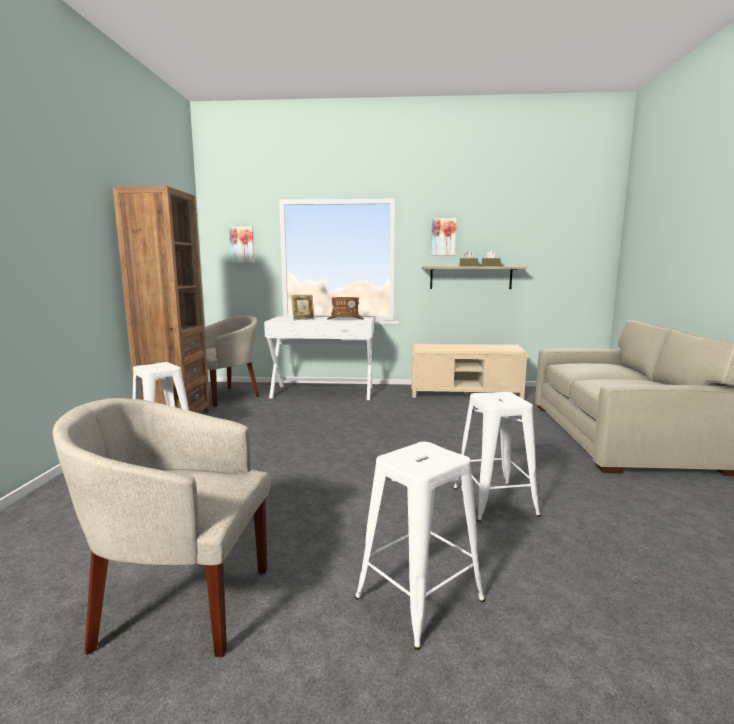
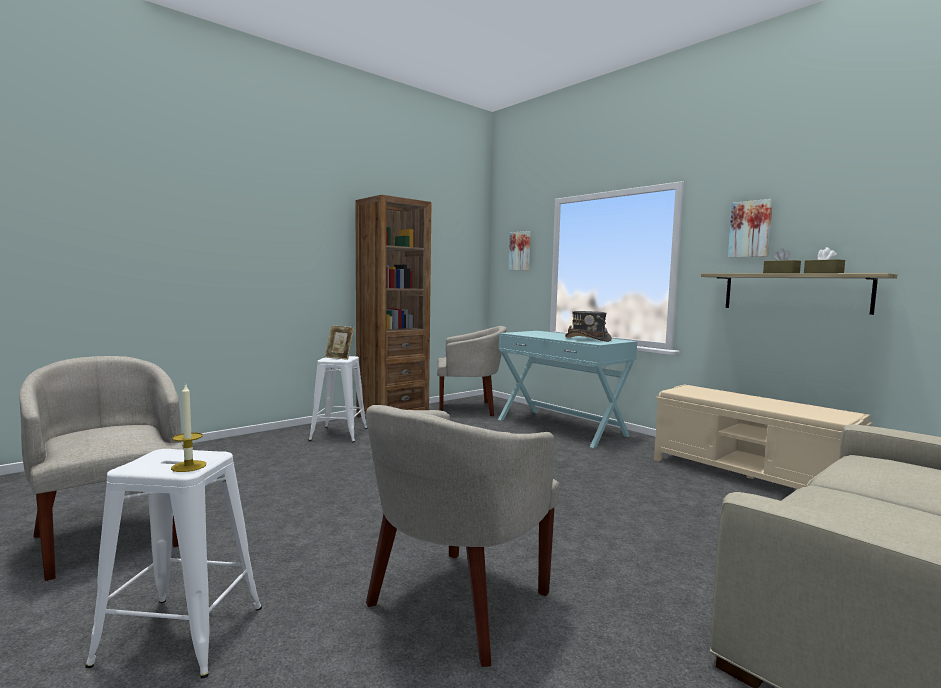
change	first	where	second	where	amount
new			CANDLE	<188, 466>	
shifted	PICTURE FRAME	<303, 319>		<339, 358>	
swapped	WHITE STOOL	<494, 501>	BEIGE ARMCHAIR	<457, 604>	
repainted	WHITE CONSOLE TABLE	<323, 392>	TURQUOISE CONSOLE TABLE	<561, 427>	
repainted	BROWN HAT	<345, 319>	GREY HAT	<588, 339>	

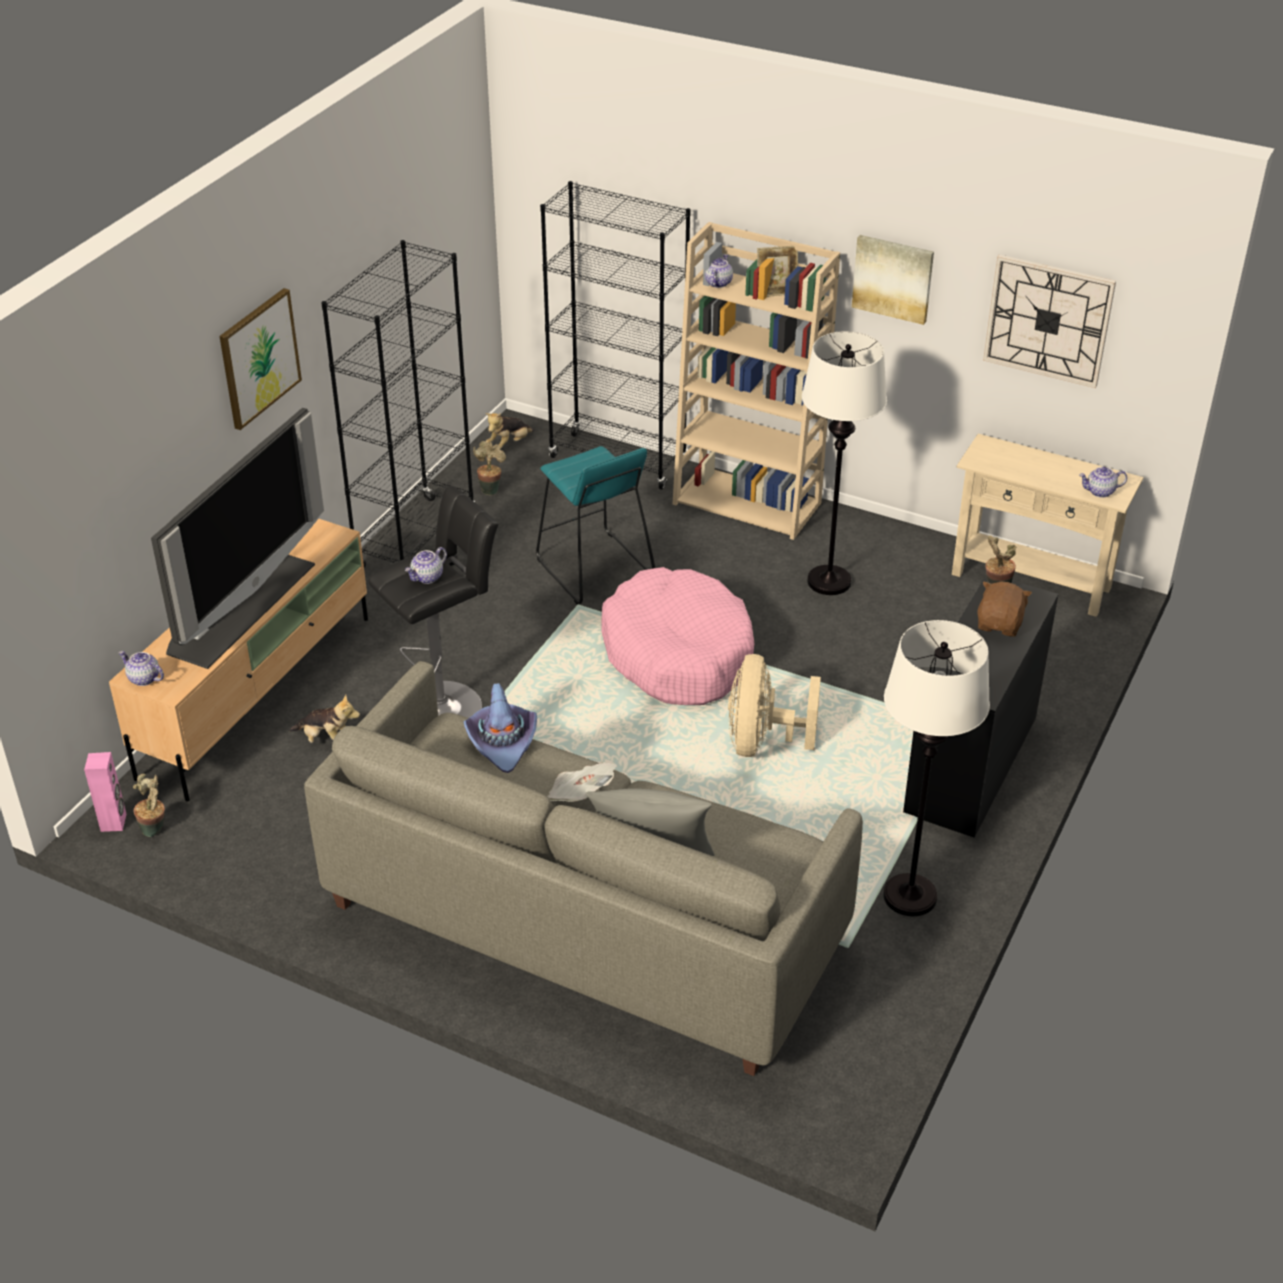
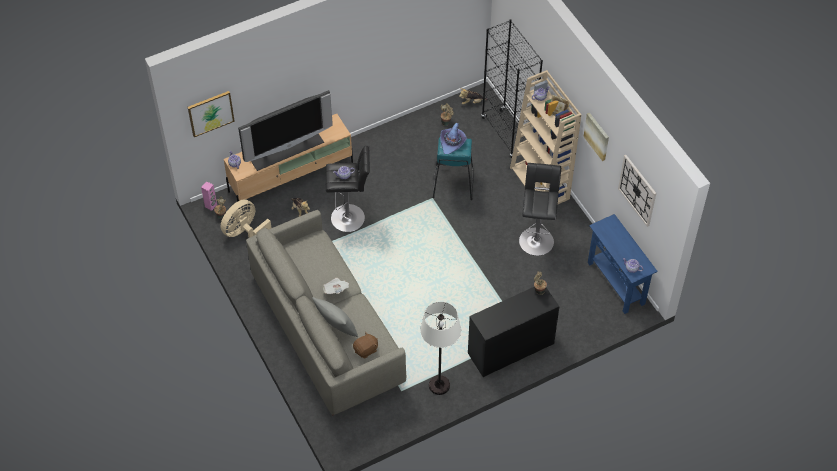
change	first	where	second	where	amount
shifted	PICTURE	<259, 358>		<210, 113>	
shifted	BEIGE FAN	<762, 742>		<245, 232>	
shifted	BROWN PLUSH TOY	<1000, 624>		<366, 350>	
shifted	PURPLE HAT	<502, 741>		<452, 143>	
swapped	WHITE FLOOR LAMP	<829, 581>	BLACK STOOL	<536, 239>	
repainted	BEIGE CONSOLE TABLE	<1031, 581>	BLUE CONSOLE TABLE	<616, 283>	
gone	BLACK BOOKCASE	<415, 539>			
gone	PINK DOG BED	<678, 654>			

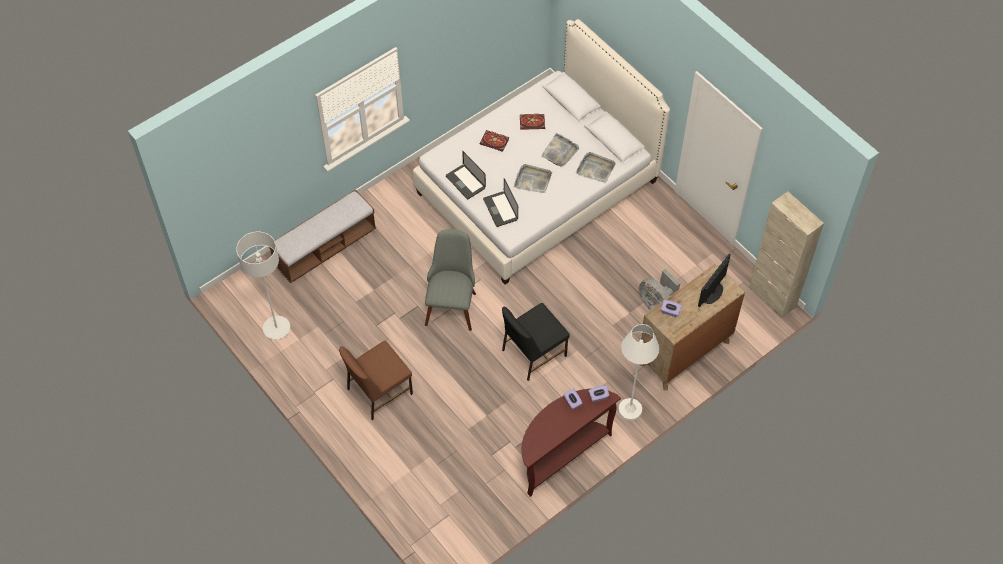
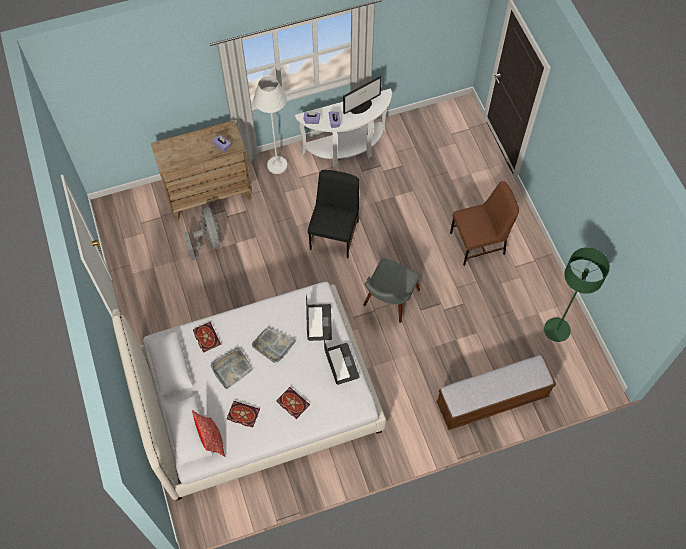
change	first	where	second	where	amount
new			PILLOW	<211, 439>	
swapped	GREY TRAY	<595, 168>	BOOK	<206, 337>	
repainted	BROWN CONSOLE TABLE	<561, 454>	WHITE CONSOLE TABLE	<347, 149>	
rotated	BLACK CHAIR	<533, 353>		<335, 234>	60 degrees counterclockwise
shifted	MONITOR	<712, 293>		<361, 106>	
repainted	GREY FLOOR LAMP	<276, 328>	GREEN FLOOR LAMP	<556, 330>	
gone	BEIGE CABINET	<772, 297>			

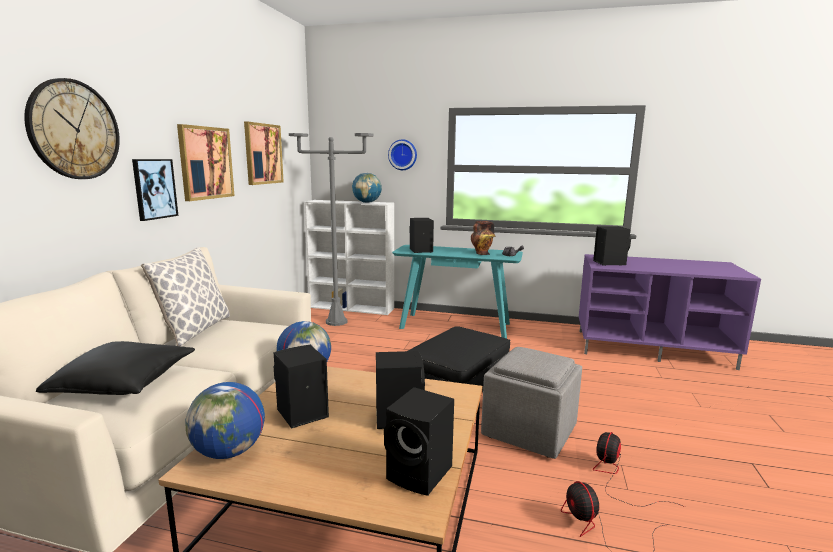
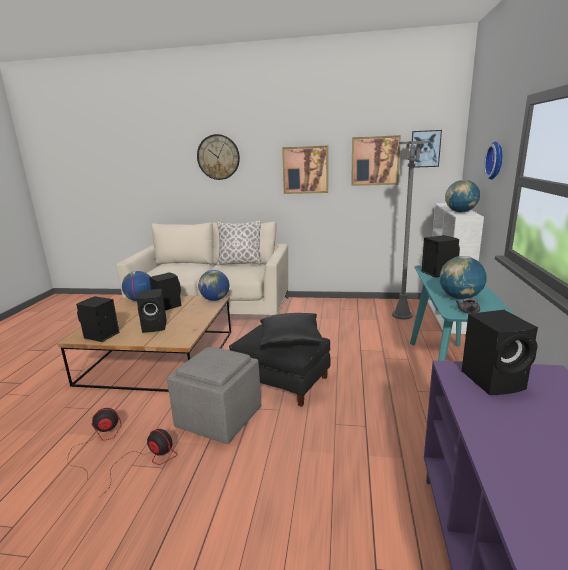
change	first	where	second	where	amount
shifted	BLACK PILLOW	<124, 383>		<290, 339>	
shifted	PICTURE	<154, 189>		<425, 149>	
swapped	VASE	<482, 253>	GLOBE	<460, 297>	

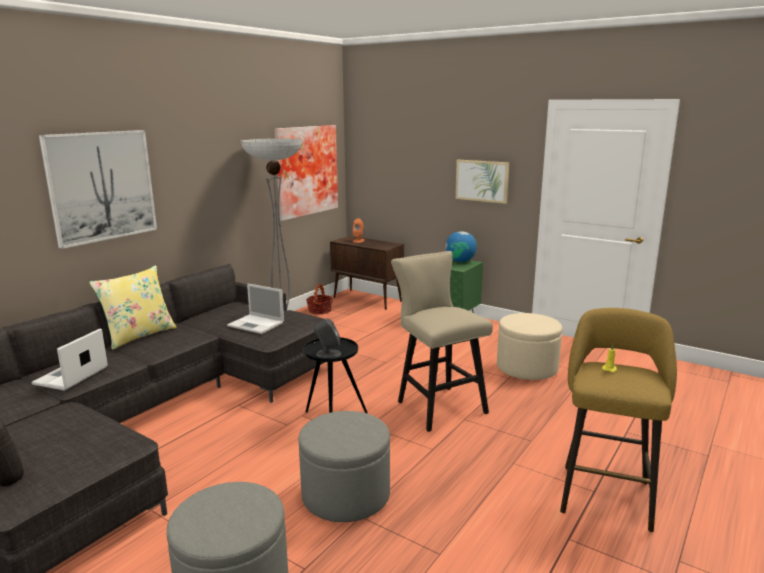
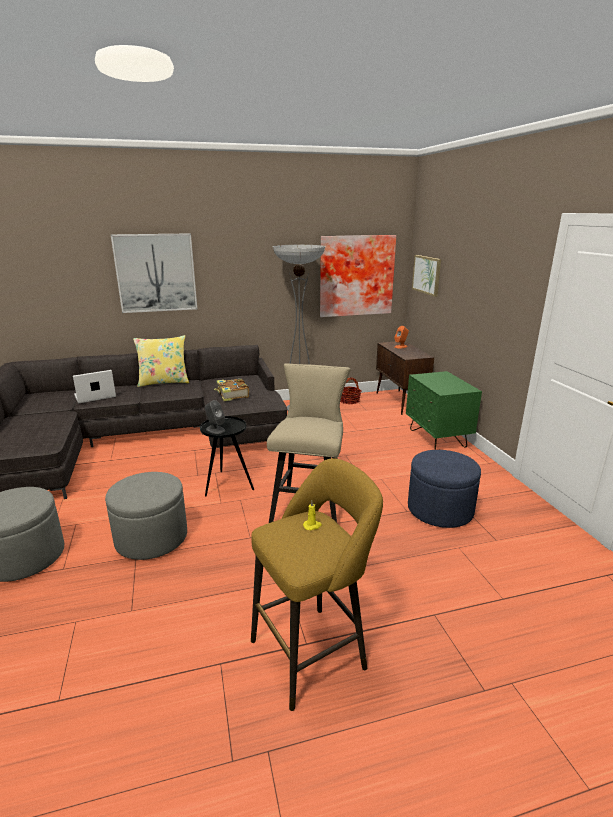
change	first	where	second	where	amount
swapped	LAPTOP	<257, 324>	BOOK	<232, 395>	
repainted	BEIGE OTTOMAN	<527, 368>	BLUE OTTOMAN	<440, 510>	
shifted	PICTURE	<482, 181>		<426, 275>	
gone	GLOBE	<460, 261>			

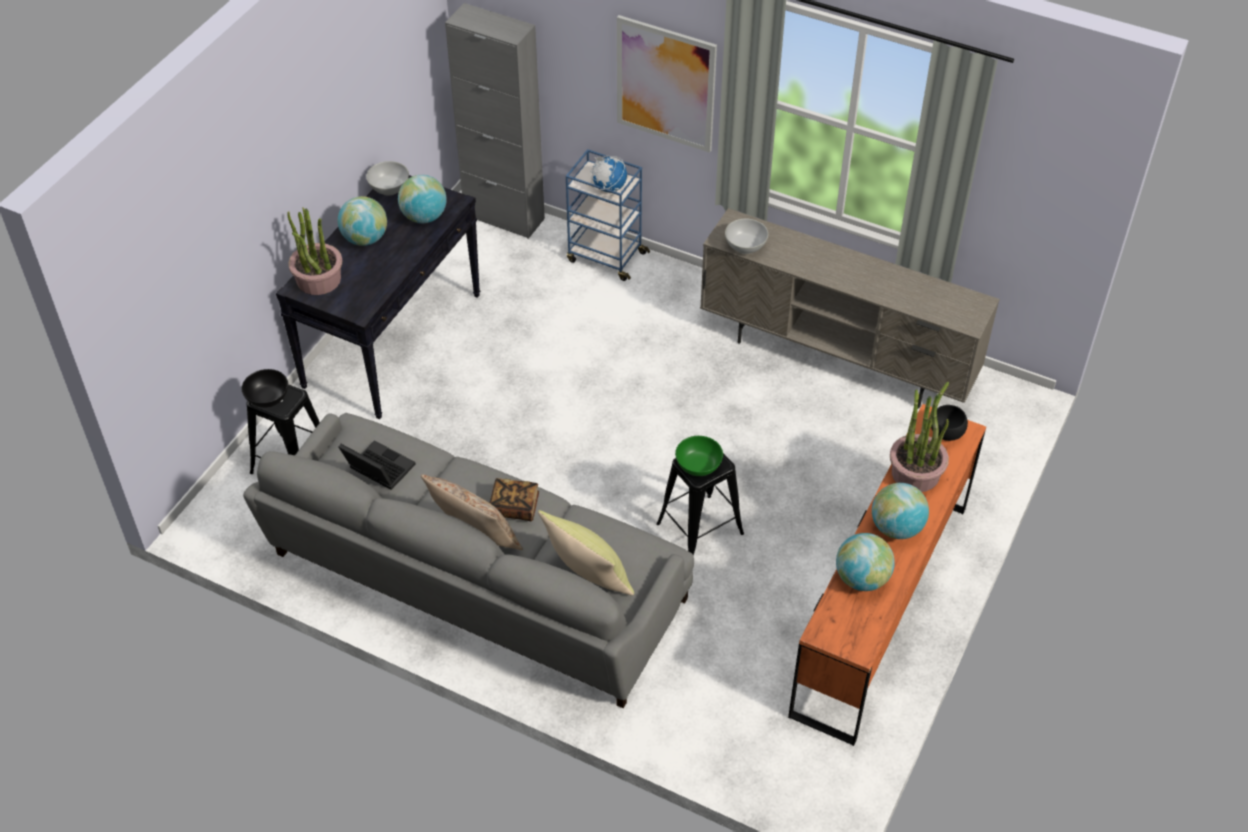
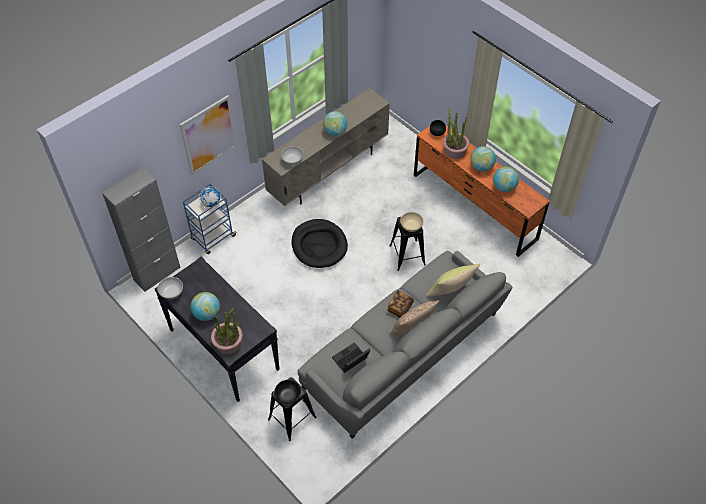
change	first	where	second	where	amount
new			BLACK DOG BED	<319, 245>	
shifted	GLOBE	<424, 217>		<335, 132>	
repainted	GREEN BOWL	<698, 467>	BEIGE BOWL	<411, 227>	

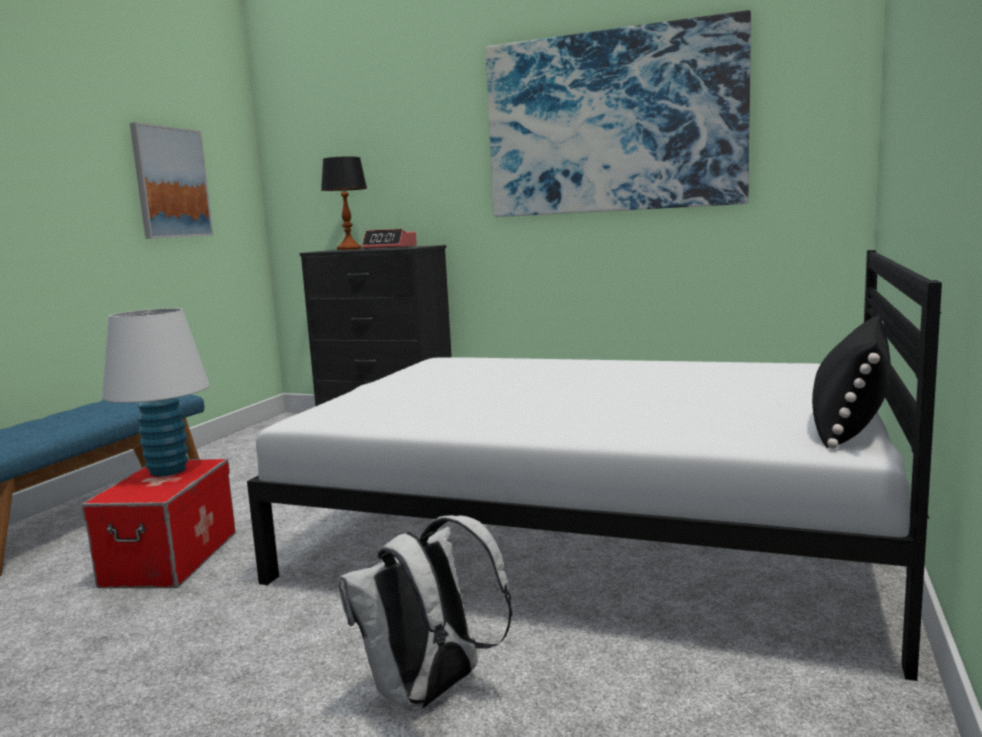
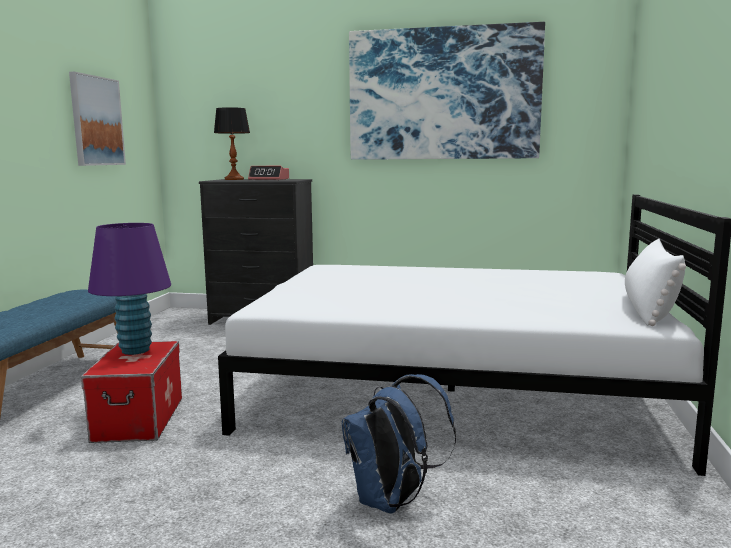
change	first	where	second	where	amount
repainted	WHITE TABLE LAMP	<167, 471>	PURPLE TABLE LAMP	<135, 350>	
repainted	WHITE BACKPACK	<429, 693>	BLUE BACKPACK	<393, 502>	
repainted	BLACK PILLOW	<850, 420>	WHITE PILLOW	<648, 308>	

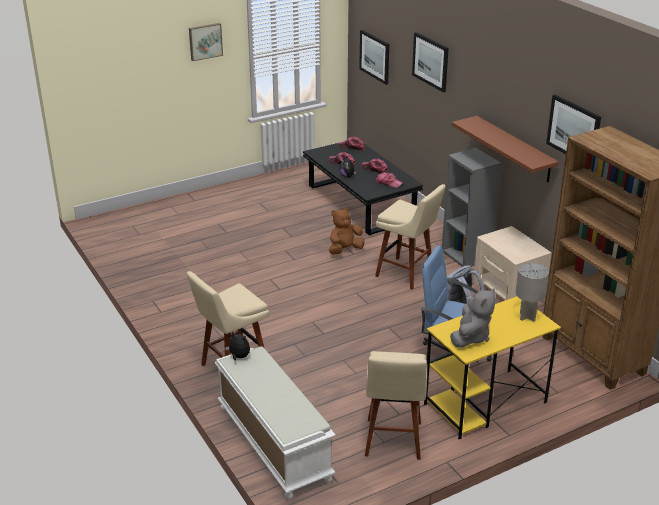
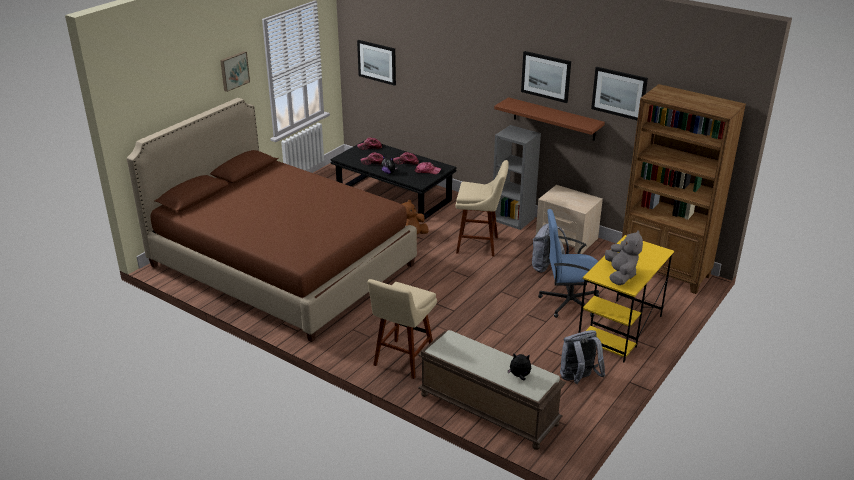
change	first	where	second	where	amount
new			BROWN BED	<282, 266>	
repainted	WHITE BENCH	<272, 442>	BROWN BENCH	<487, 409>	
shifted	PLUSH TOY	<238, 357>		<519, 376>	
shifted	PICTURE	<430, 61>		<546, 76>	
swapped	BEIGE STOOL	<393, 441>	GREY BACKPACK	<578, 379>	
gone	GREY TABLE LAMP	<527, 317>			

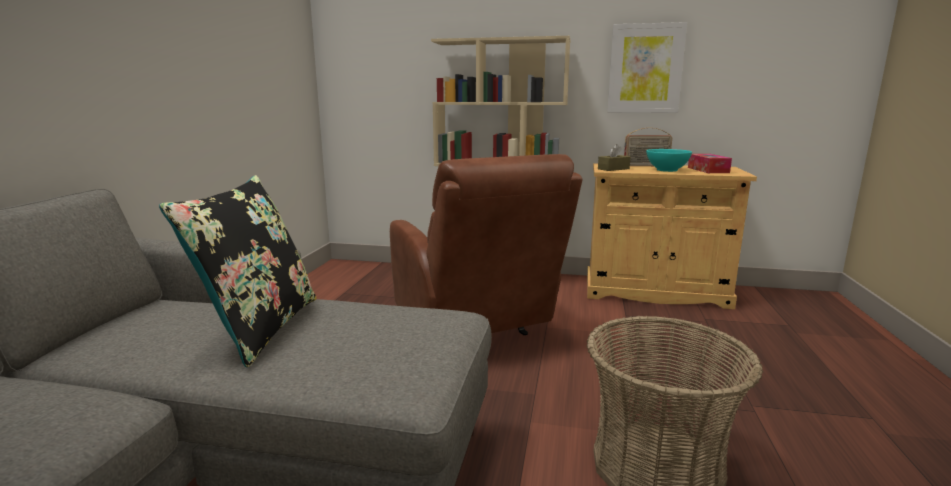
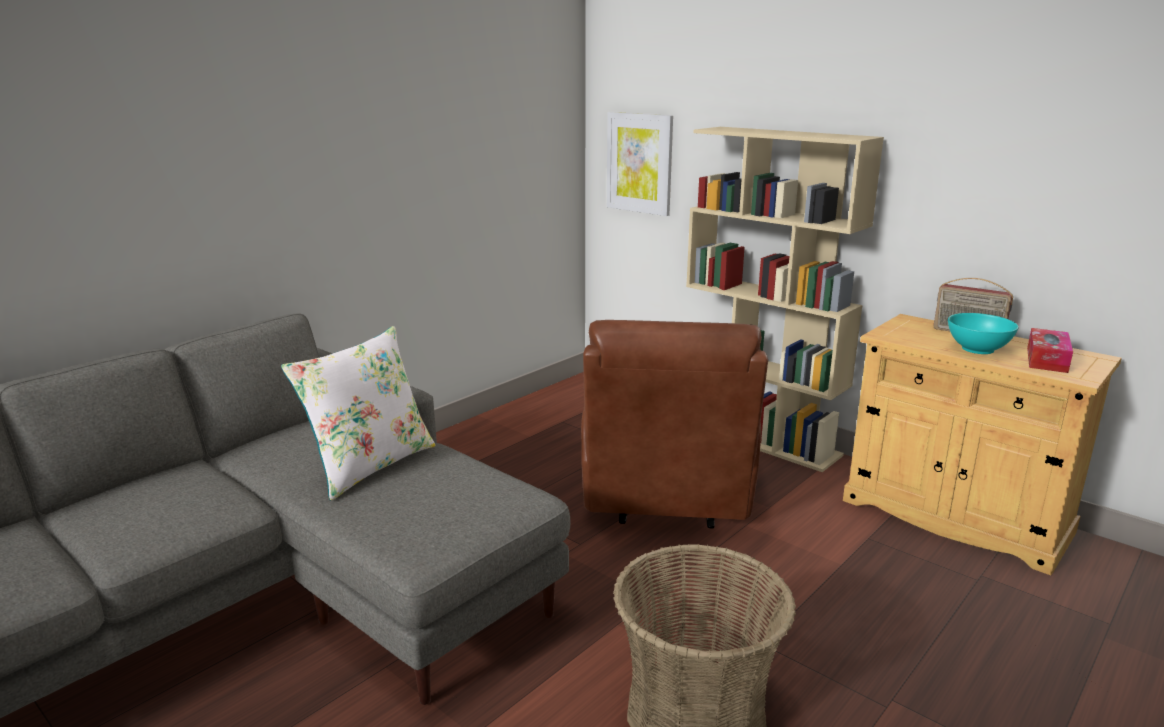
change	first	where	second	where	amount
repainted	BLACK PILLOW	<260, 328>	WHITE PILLOW	<369, 465>	
shifted	PICTURE	<645, 69>		<639, 163>	
gone	BROWN TISSUE BOX	<613, 169>			

